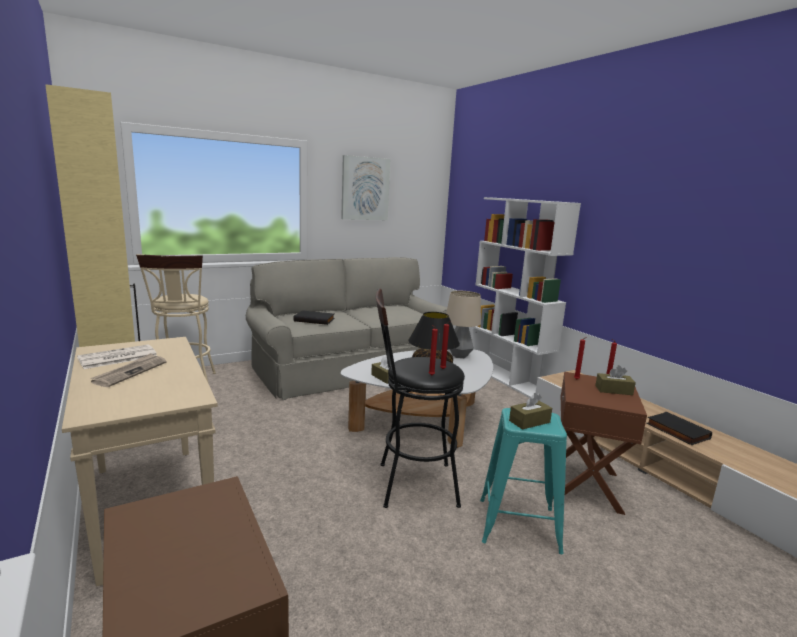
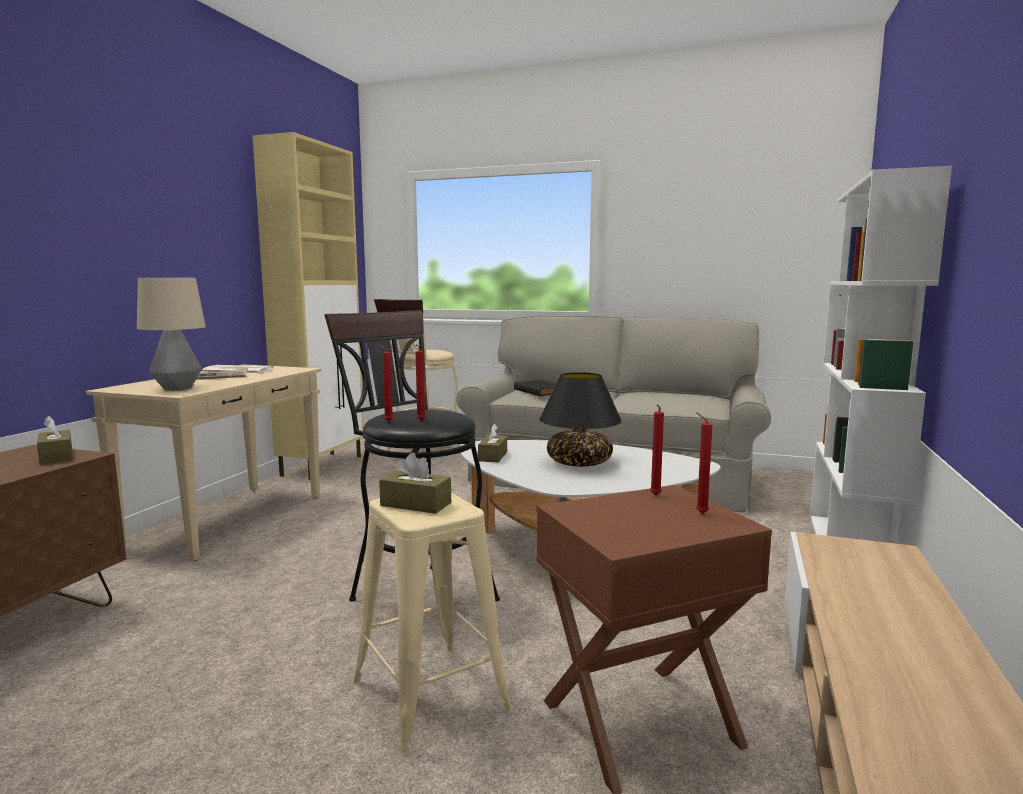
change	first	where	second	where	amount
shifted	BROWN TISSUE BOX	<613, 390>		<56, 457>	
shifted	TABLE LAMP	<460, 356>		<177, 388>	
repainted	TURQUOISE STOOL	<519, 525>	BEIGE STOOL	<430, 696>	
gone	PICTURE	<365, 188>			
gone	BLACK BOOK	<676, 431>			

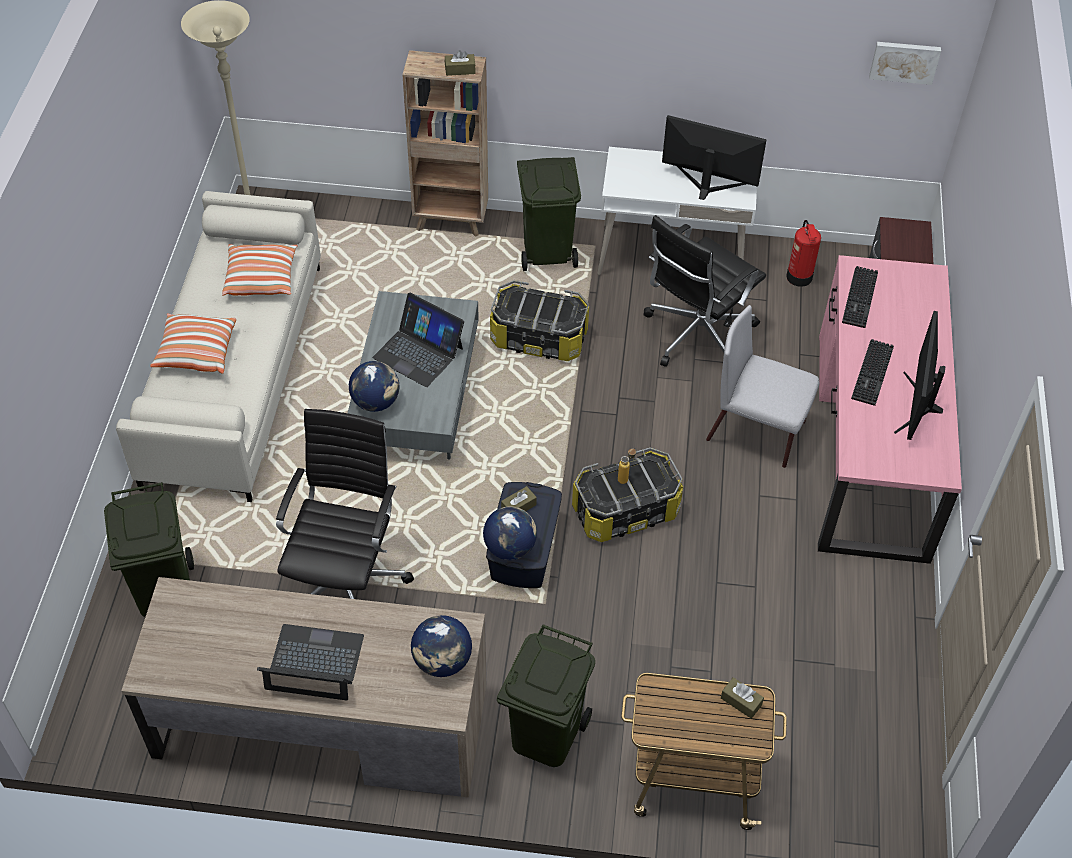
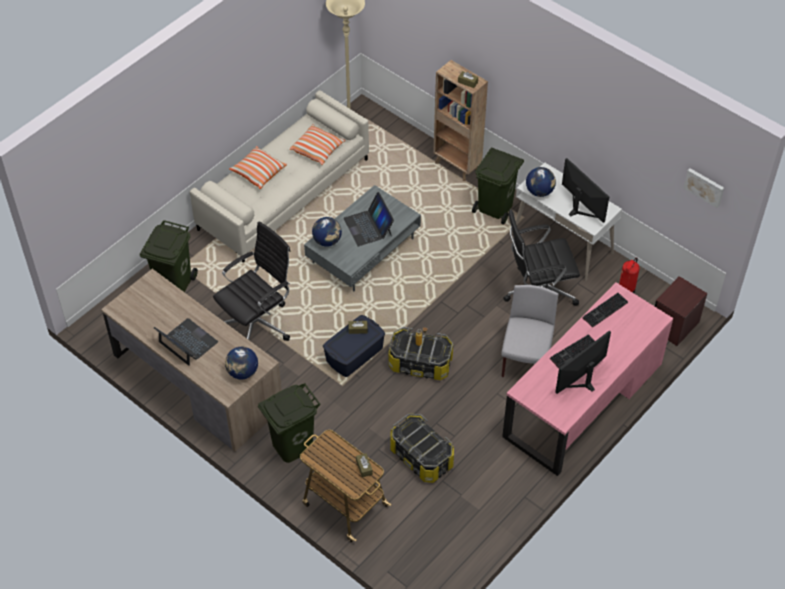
change	first	where	second	where	amount
shifted	STORAGE BOX	<539, 337>		<422, 457>	
rotated	GREY CHAIR	<757, 432>		<525, 361>	45 degrees clockwise
shifted	GLOBE	<510, 547>		<539, 191>	

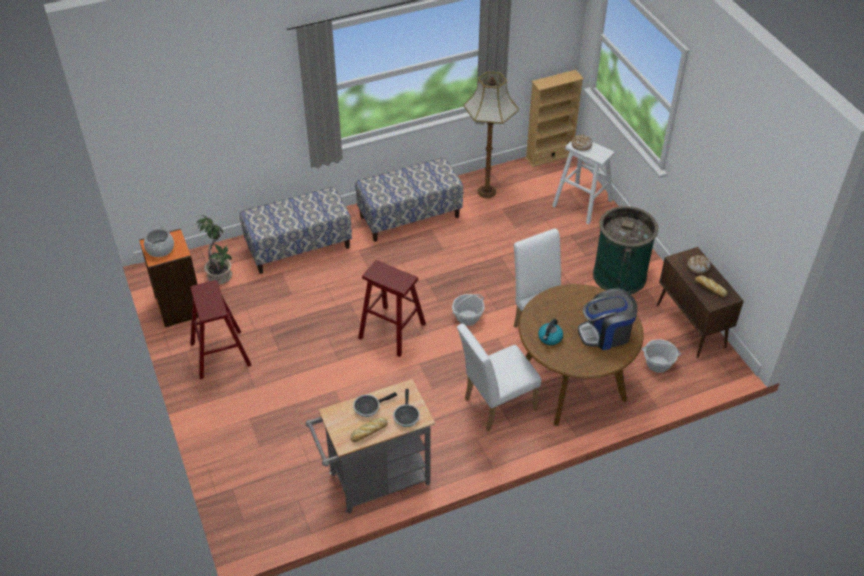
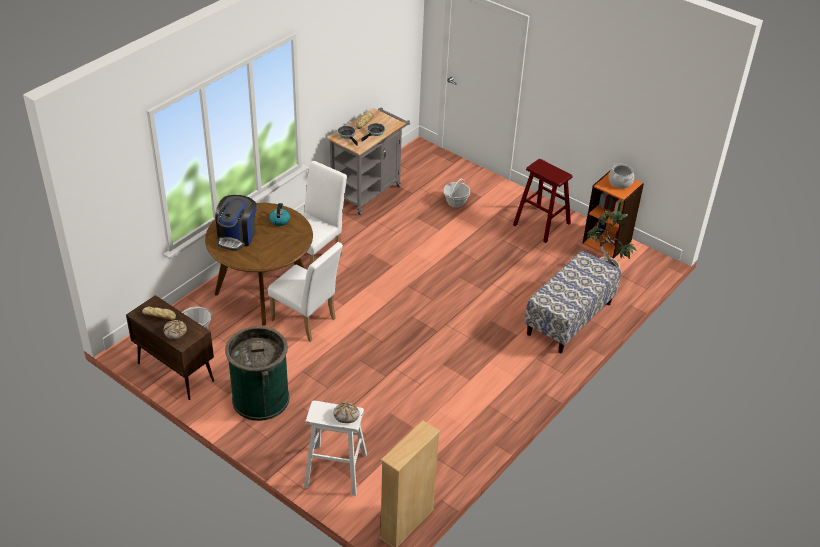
change	first	where	second	where	amount
rotated	COFFEE MACHINE	<605, 333>		<237, 236>	150 degrees clockwise
shifted	BASKET	<467, 318>		<456, 202>	
gone	BENCH	<409, 216>			
gone	RED STOOL	<392, 331>			
gone	FLOOR LAMP	<486, 191>			

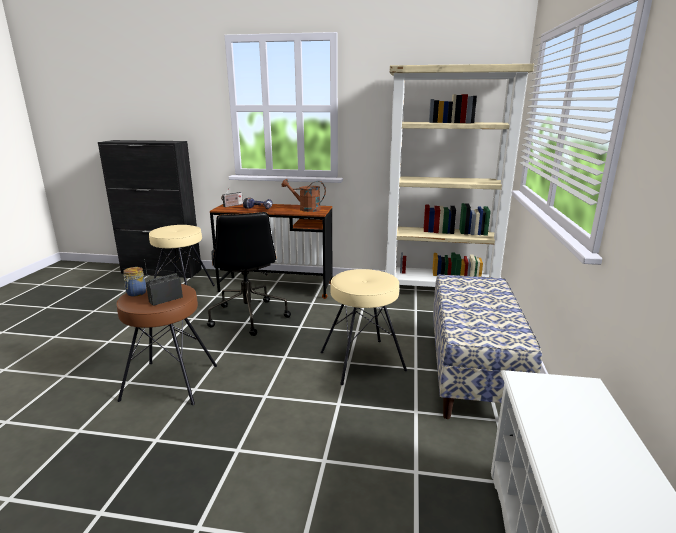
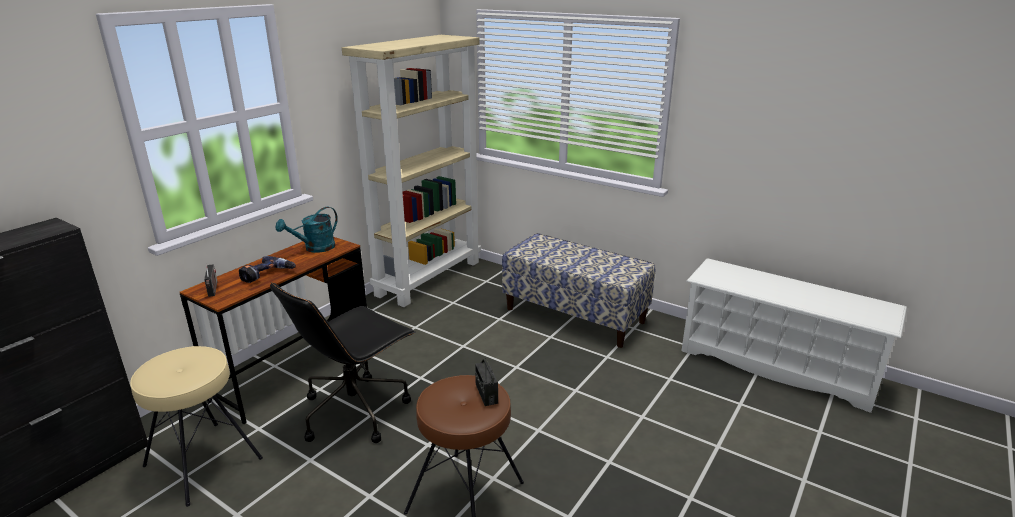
change	first	where	second	where	amount
rotated	BLACK OFFICE CHAIR	<248, 316>		<356, 410>	120 degrees clockwise
repainted	BROWN WATERING CAN	<306, 209>	TURQUOISE WATERING CAN	<315, 248>	
gone	JAR	<136, 293>			
gone	BEIGE STOOL	<362, 361>			

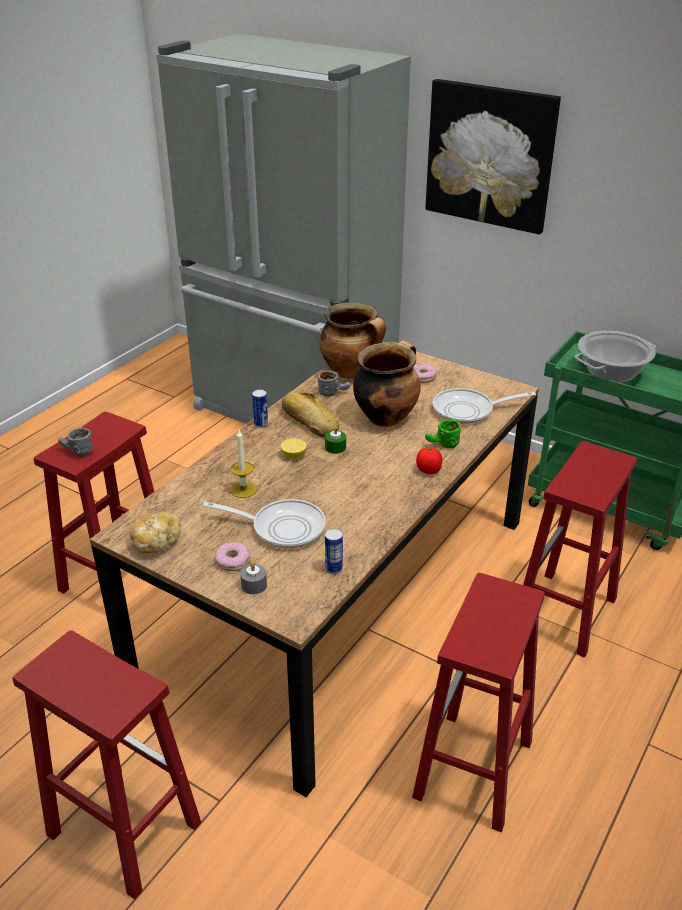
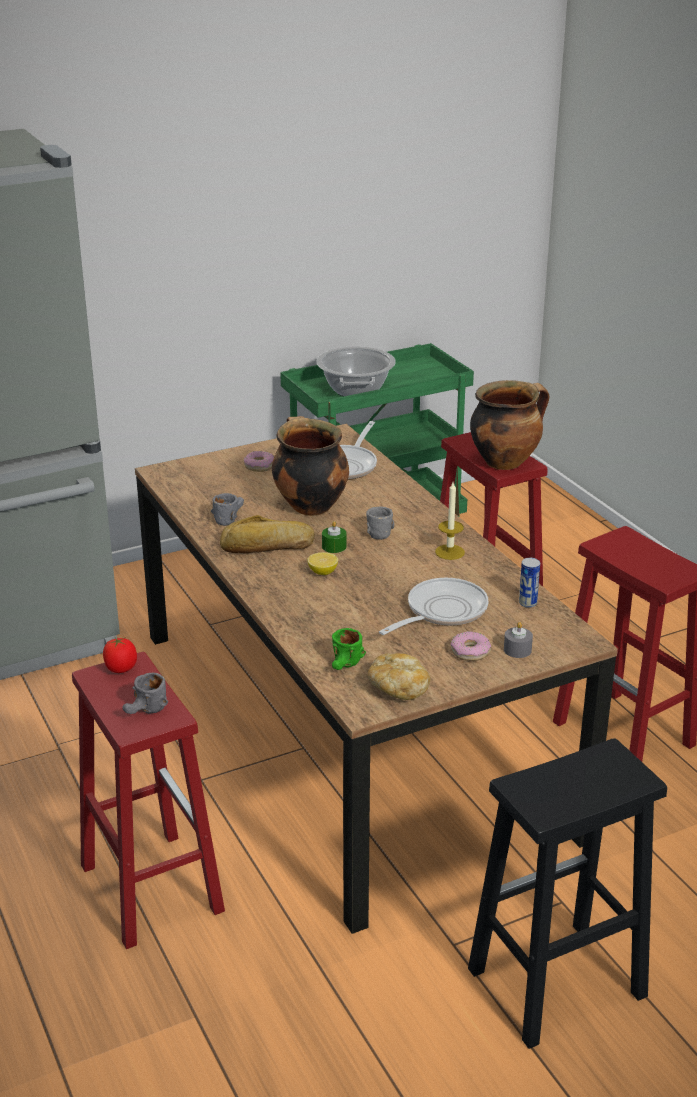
change	first	where	second	where	amount
shifted	TOMATO	<429, 470>		<121, 668>	
shifted	GREEN MUG	<442, 445>		<345, 666>	
new			GREY MUG	<375, 532>	
shifted	CANDLE	<243, 489>		<449, 552>	
repainted	RED STOOL	<122, 828>	BLACK STOOL	<554, 984>	
shifted	COOKING POT	<352, 372>		<505, 461>	
gone	CAN	<261, 424>			
gone	PICTURE	<490, 155>			

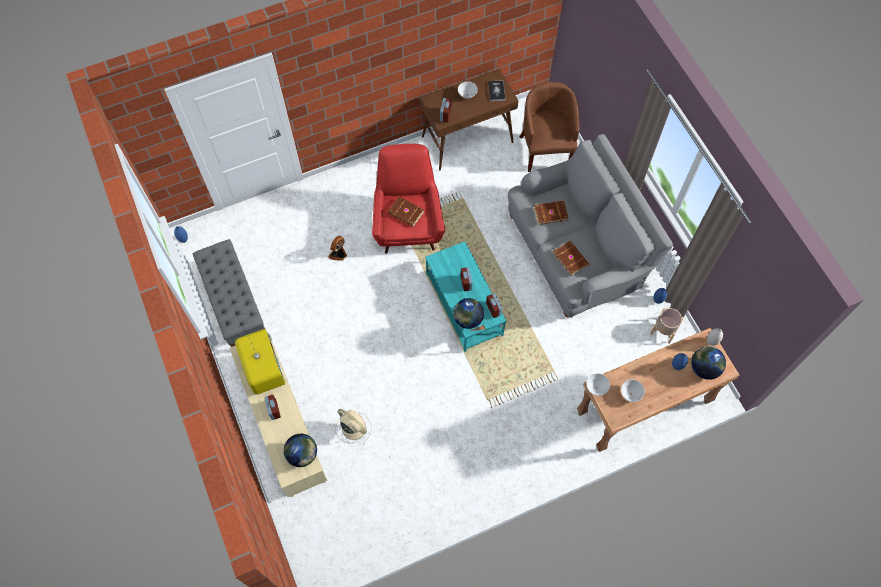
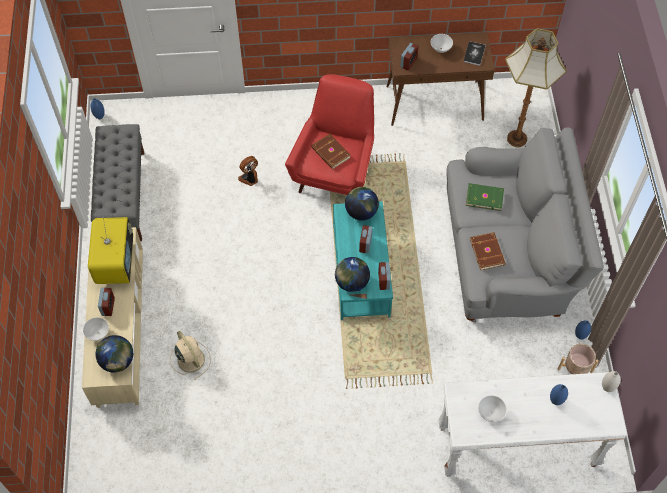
change	first	where	second	where	amount
shifted	WHITE BOWL	<596, 388>		<98, 333>	
shifted	GLOBE	<704, 368>		<361, 212>	
repainted	BROWN CONSOLE TABLE	<643, 409>	WHITE CONSOLE TABLE	<516, 447>	
repainted	BROWN BOOK	<550, 213>	GREEN BOOK	<484, 197>	
swapped	BROWN ARMCHAIR	<545, 149>	FLOOR LAMP	<517, 138>	

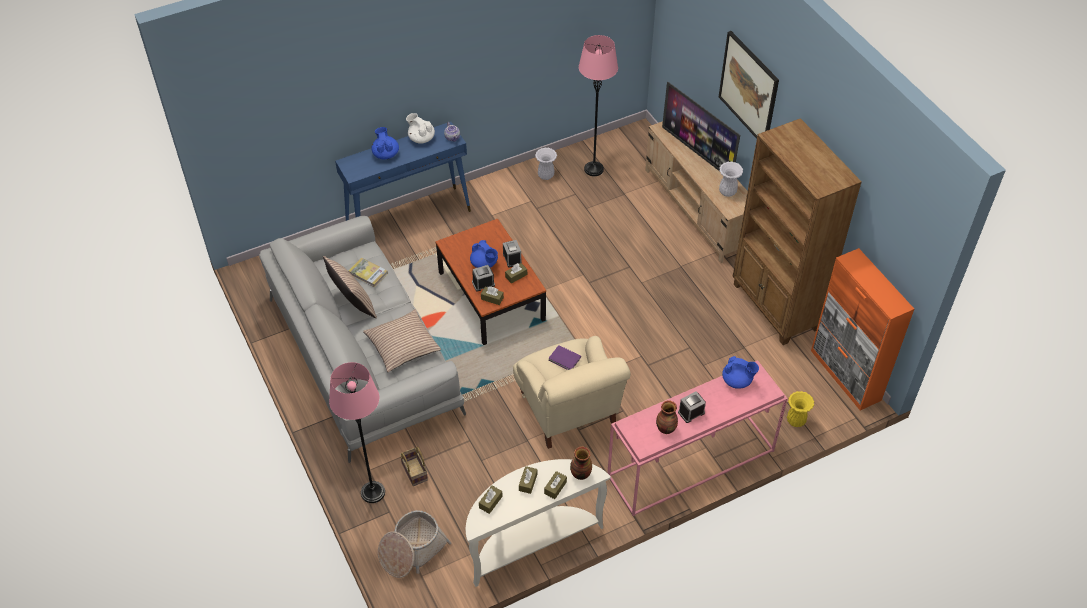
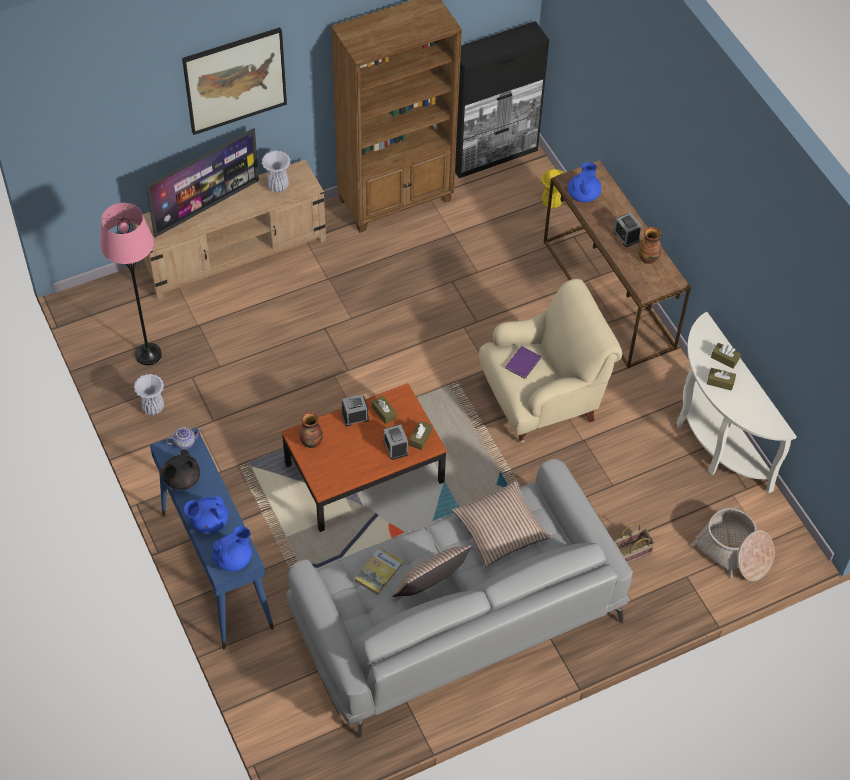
change	first	where	second	where	amount
repainted	WHITE TEAPOT	<421, 138>	BLACK TEAPOT	<181, 479>	
shifted	BLUE TEAPOT	<484, 264>		<233, 559>	
shifted	VASE	<580, 474>		<311, 442>	
repainted	ORANGE CABINET	<845, 375>	BLACK CABINET	<493, 155>	
repainted	PINK CONSOLE TABLE	<690, 464>	BROWN CONSOLE TABLE	<610, 295>	
gone	PINK FLOOR LAMP	<373, 492>			
gone	BROWN TISSUE BOX	<490, 502>			

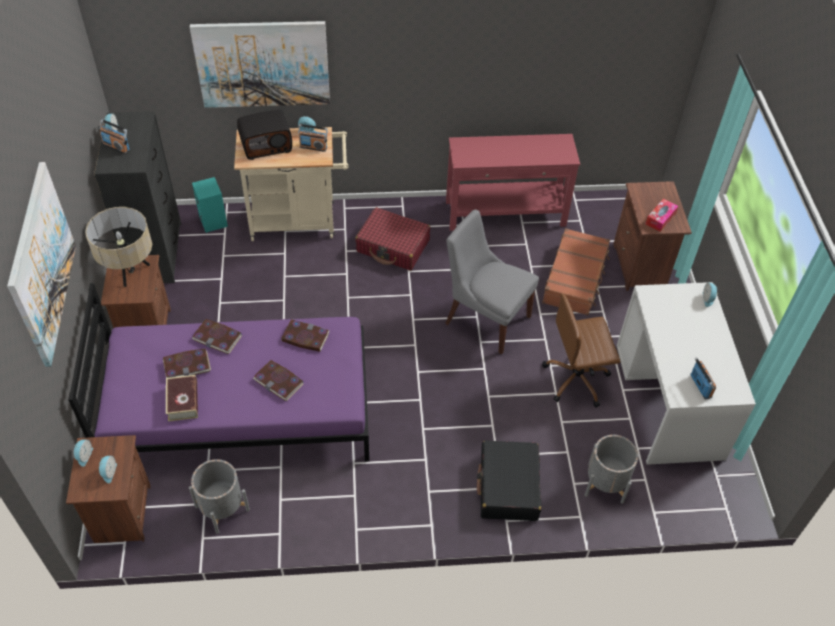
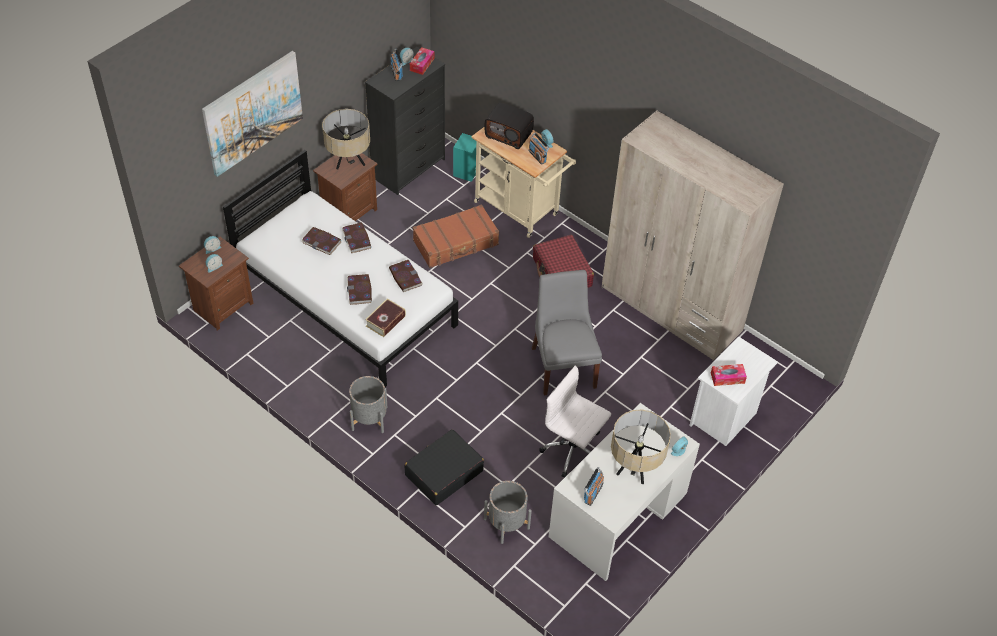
change	first	where	second	where	amount
repainted	PURPLE BED	<239, 410>	WHITE BED	<346, 300>	
shifted	GREY PLANTER	<222, 508>		<369, 418>	
shifted	BOOK	<183, 401>		<385, 321>	
new			TISSUE BOX	<422, 64>	
shifted	BROWN SUITCASE	<575, 278>		<456, 243>	
repainted	BROWN OFFICE CHAIR	<577, 379>	WHITE OFFICE CHAIR	<573, 451>	
swapped	RED CONSOLE TABLE	<506, 214>	BEIGE WARDROBE	<671, 309>	
new			BEIGE TABLE LAMP	<634, 468>	
repainted	BROWN NIGHTSTAND	<641, 266>	WHITE NIGHTSTAND	<724, 418>	
gone	PICTURE	<262, 64>			

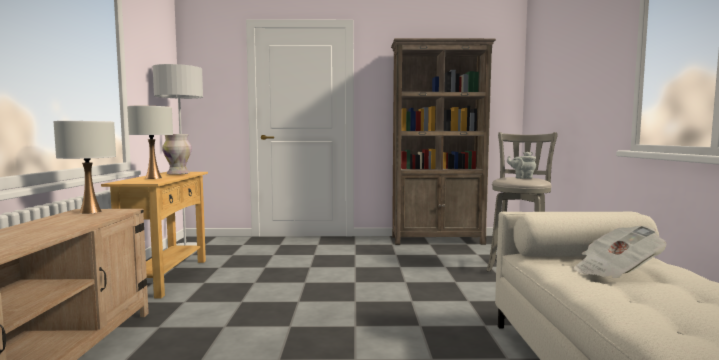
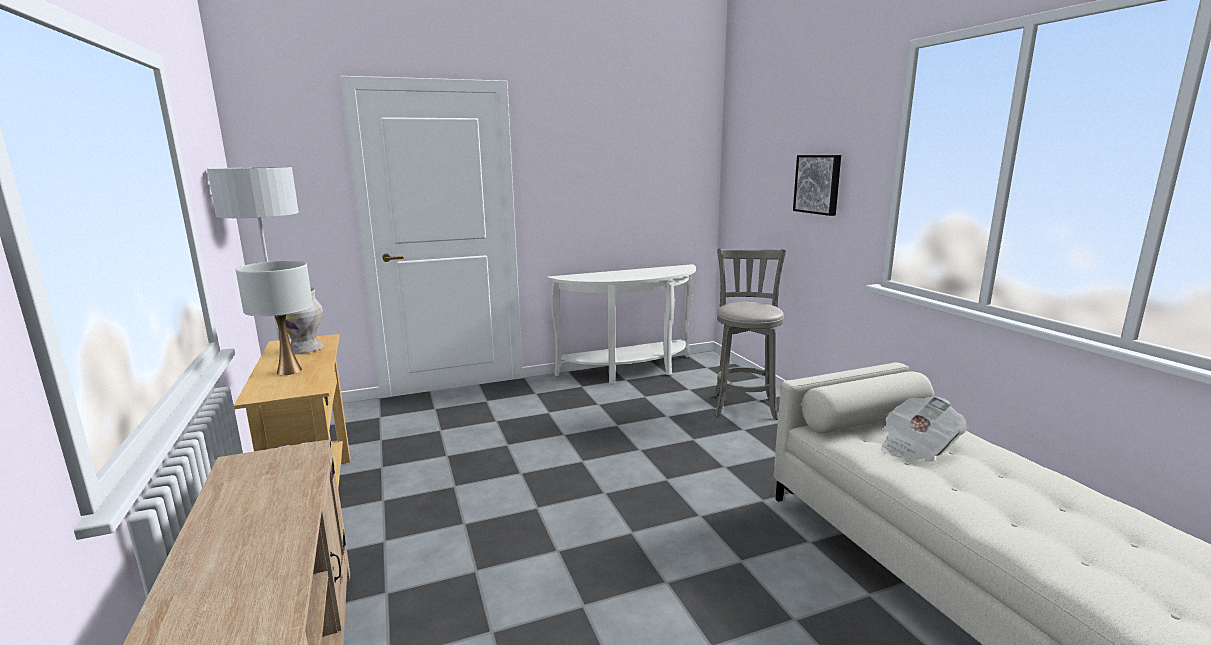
change	first	where	second	where	amount
swapped	BROWN BOOKCASE	<438, 240>	WHITE CONSOLE TABLE	<631, 371>	
new			PICTURE	<818, 184>	
gone	WHITE TABLE LAMP	<91, 212>			
gone	GREY TEAPOT	<522, 178>			

